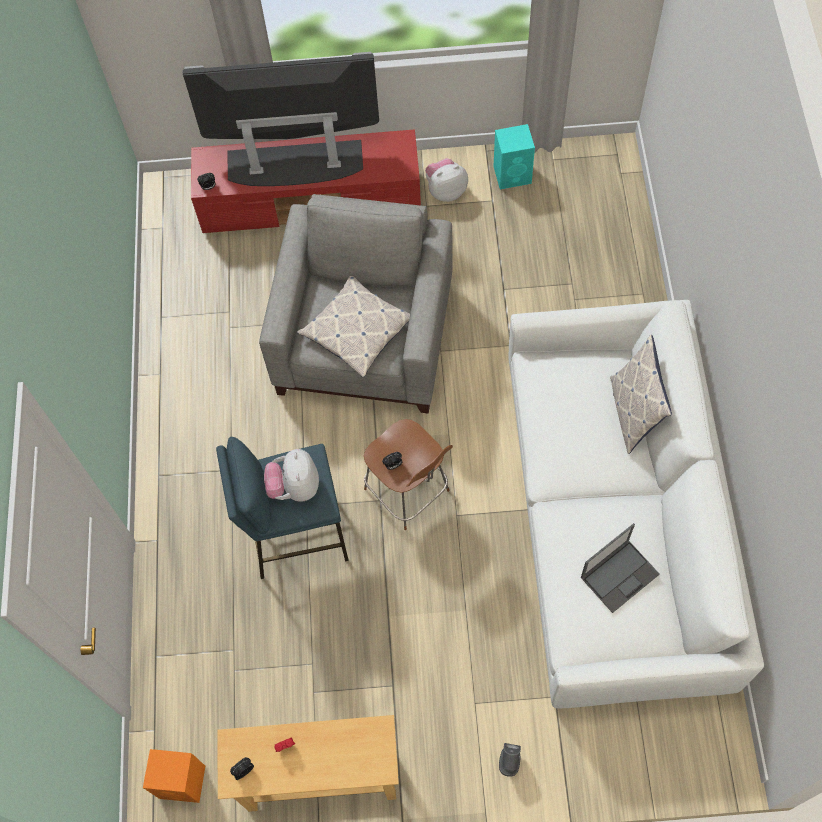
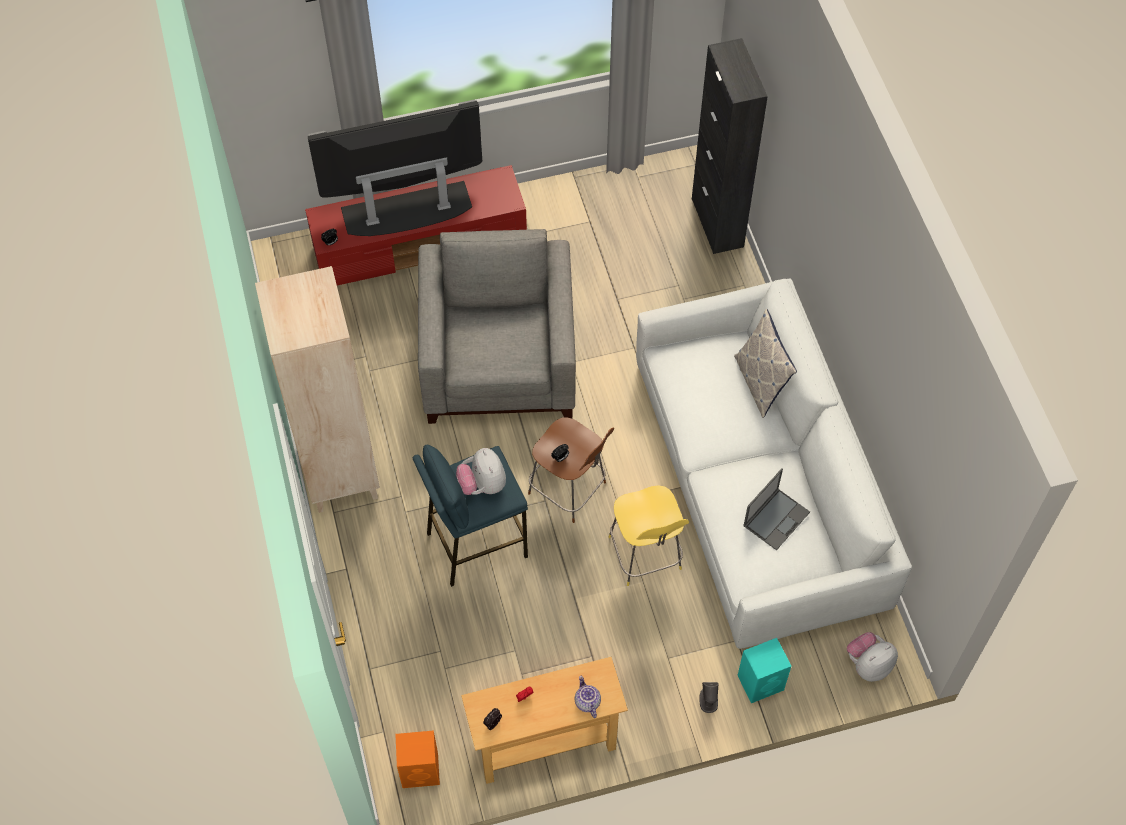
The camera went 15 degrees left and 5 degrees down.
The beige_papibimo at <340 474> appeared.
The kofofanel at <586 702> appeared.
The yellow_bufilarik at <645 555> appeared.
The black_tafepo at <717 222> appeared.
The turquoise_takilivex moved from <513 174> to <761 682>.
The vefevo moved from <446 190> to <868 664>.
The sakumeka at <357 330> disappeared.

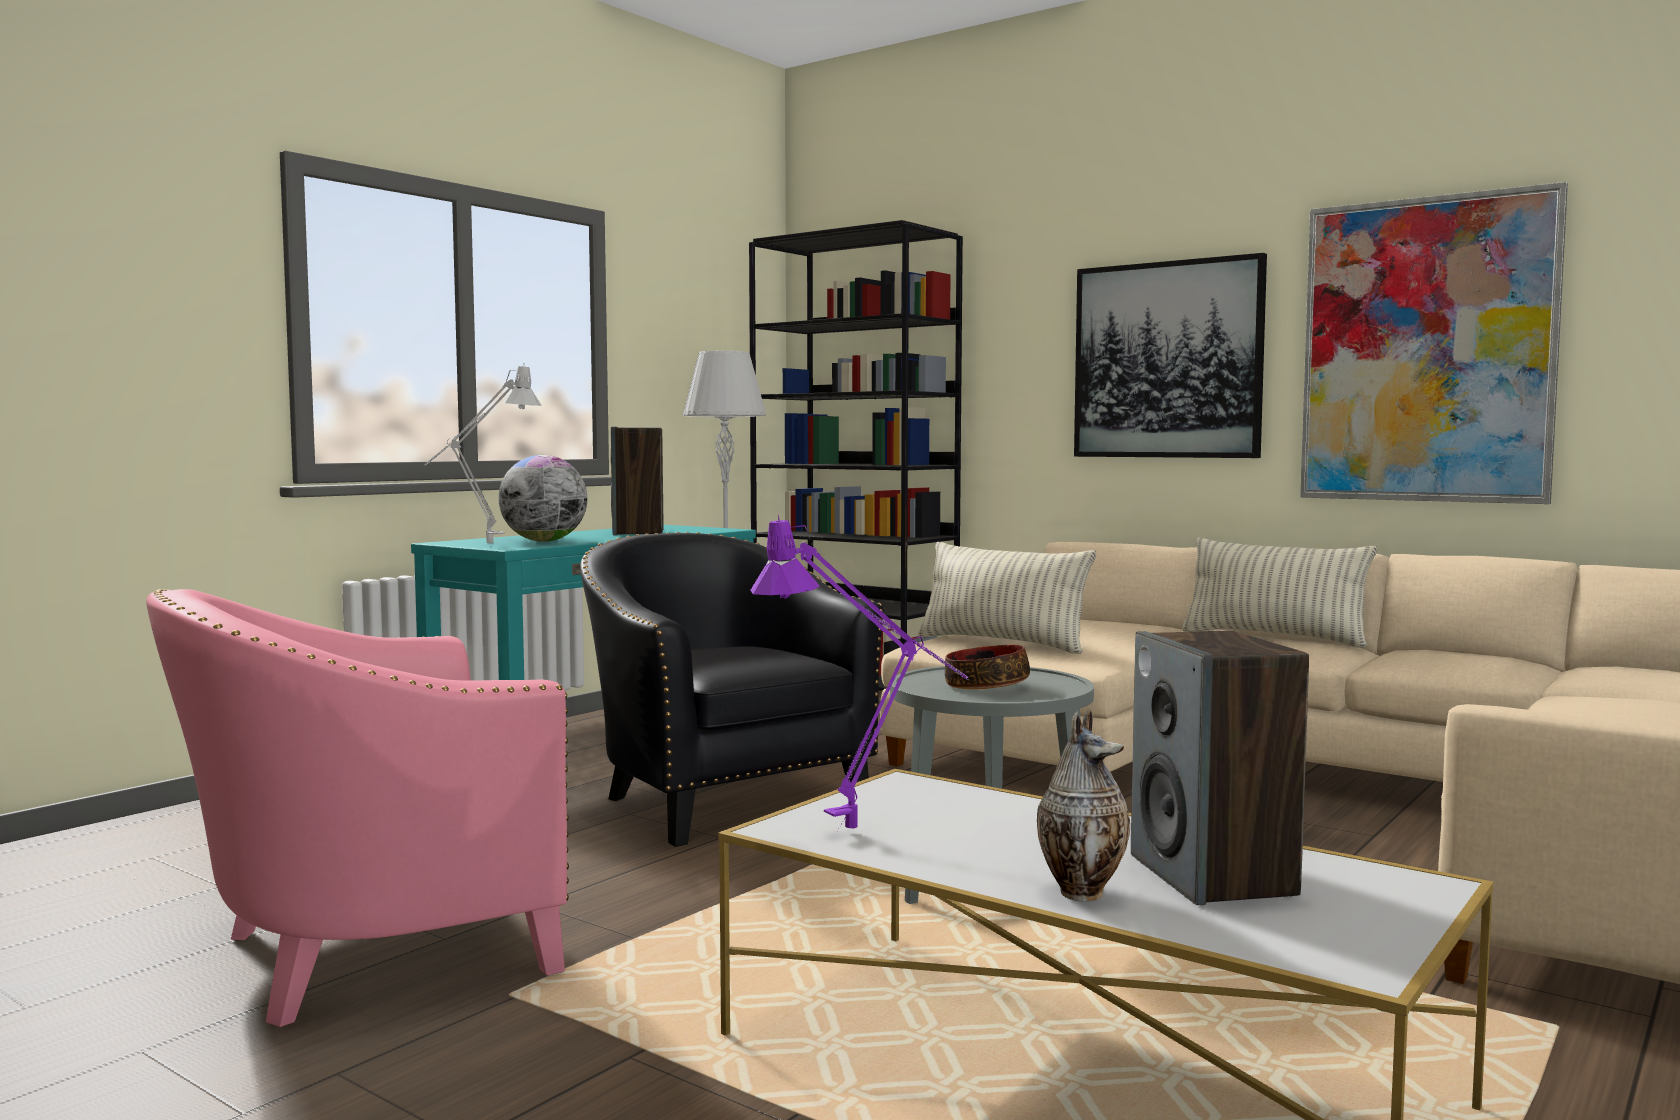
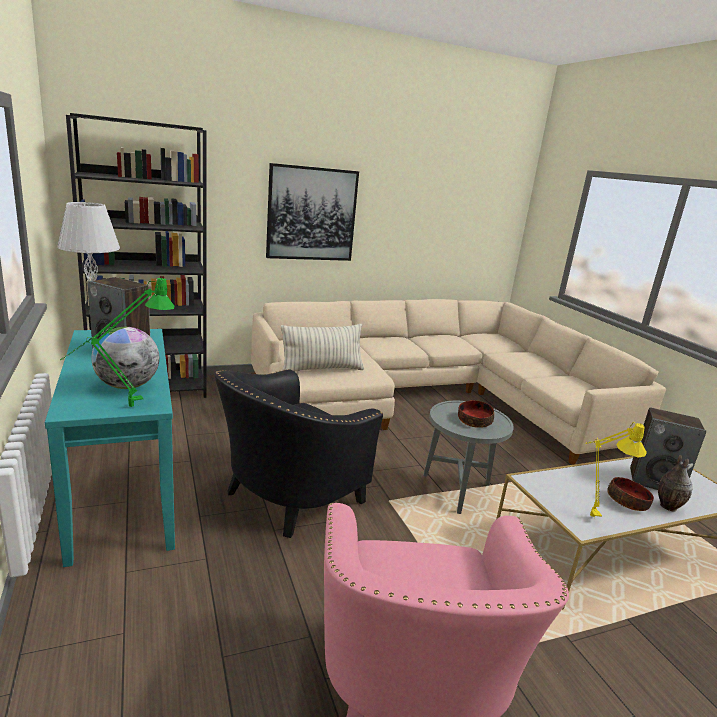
The camera went 60 degrees left and 15 degrees up.
The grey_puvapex at <481 546> became the green_puvapex at <124 409>.
The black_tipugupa at <721 801> turned 45 degrees counterclockwise.
The purple_puvapex at <865 829> became the yellow_puvapex at <589 513>.
The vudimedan at <627 502> appeared.
The sakumeka at <1274 638> disappeared.
The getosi at <1426 350> disappeared.

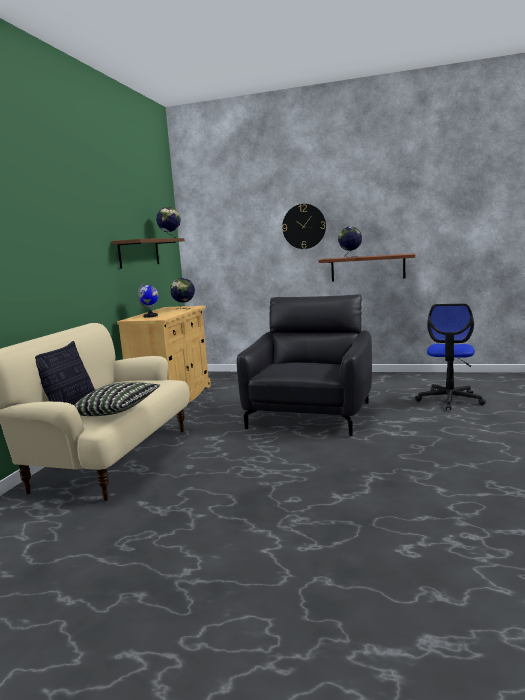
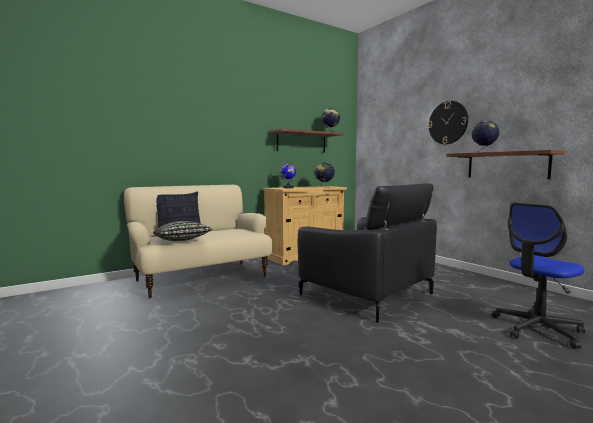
The camera went 40 degrees right and 5 degrees down.
The black_tipugupa at <309 415> turned 75 degrees clockwise.

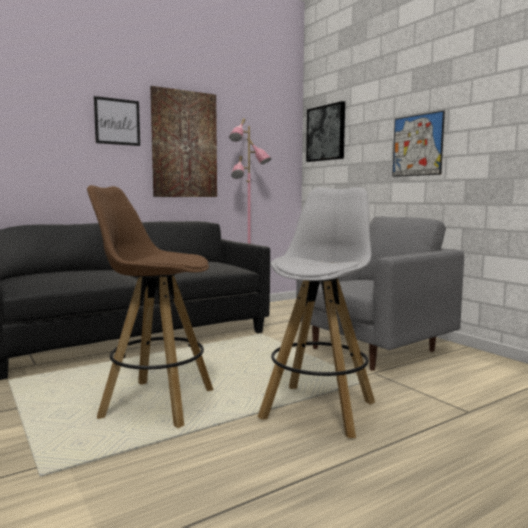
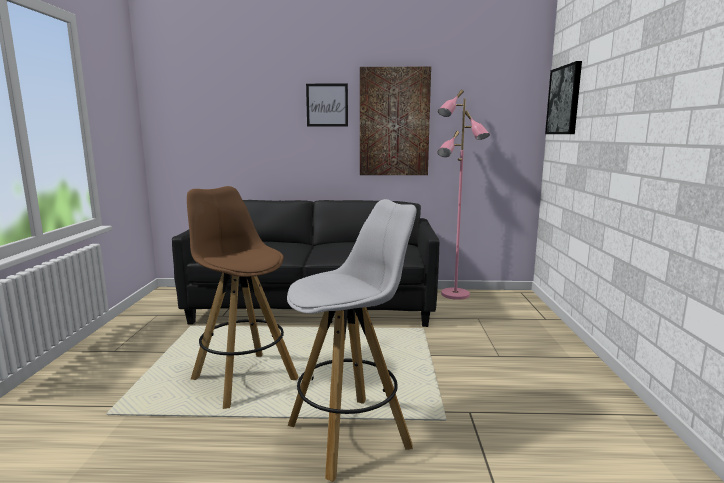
The camera went 35 degrees right and 5 degrees up.
The grey_tipugupa at <374 349> disappeared.
The getosi at <417 145> disappeared.

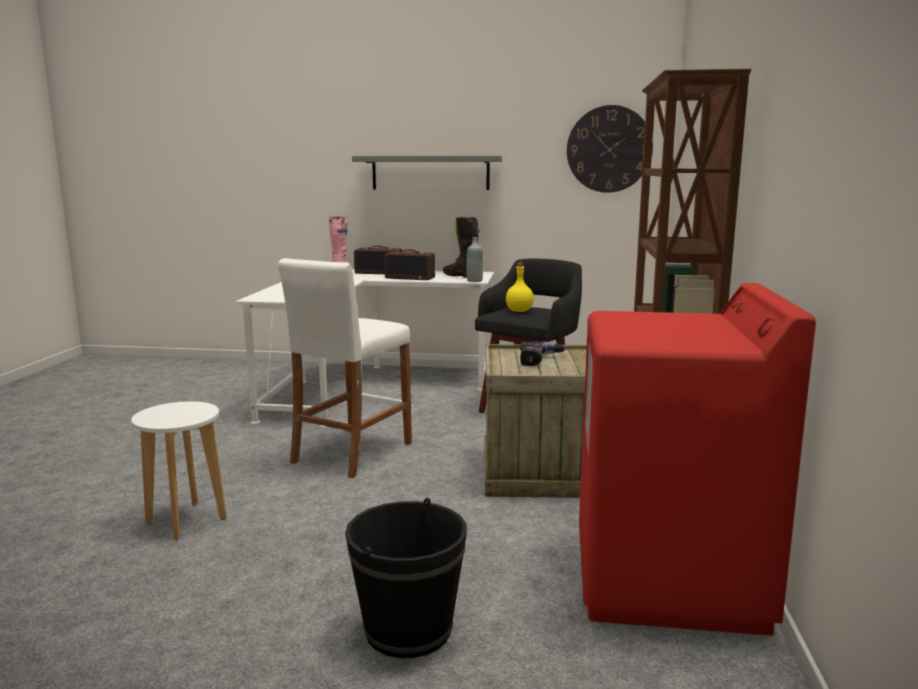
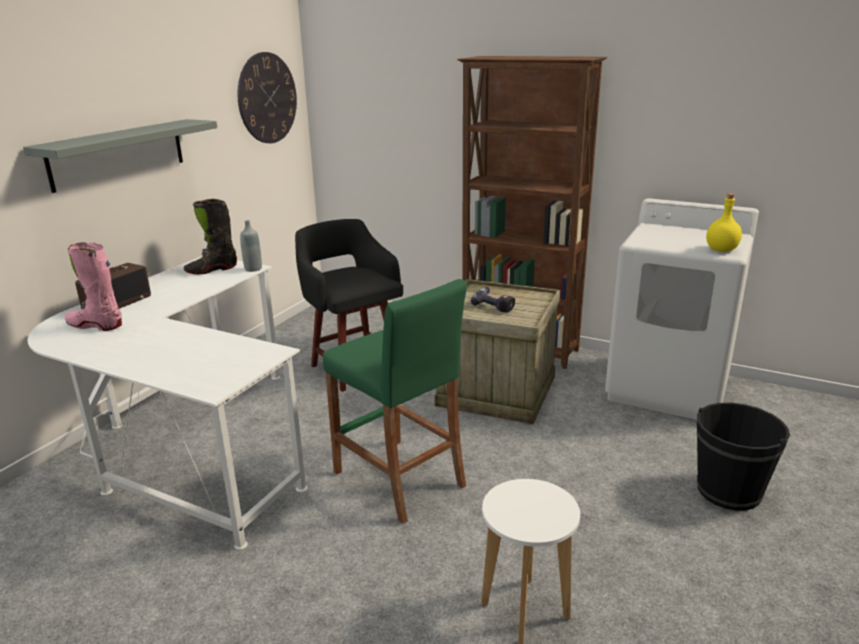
The camera went 70 degrees left and 10 degrees up.
The white_bufilarik at <351 453> became the green_bufilarik at <399 479>.
The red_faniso at <668 580> became the white_faniso at <668 387>.
The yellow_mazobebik moved from <518 311> to <721 250>.
The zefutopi at <410 278> disappeared.

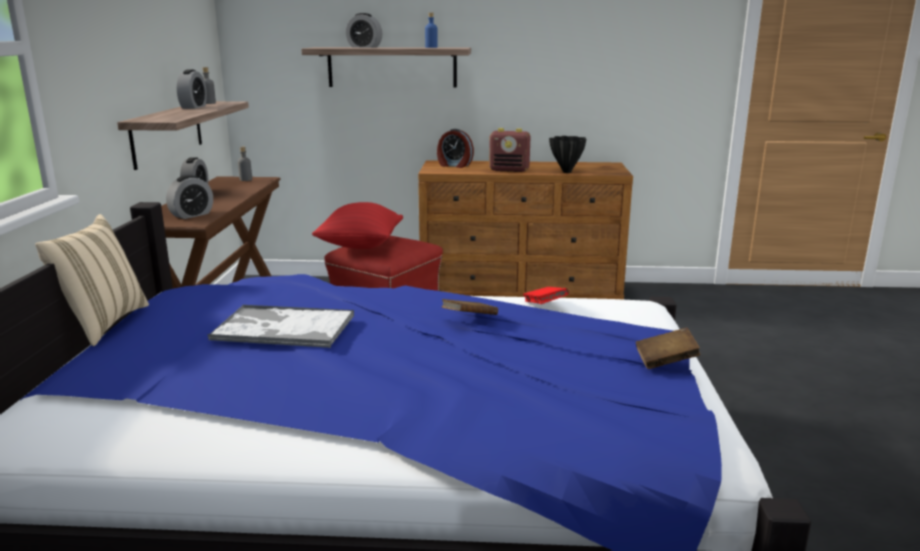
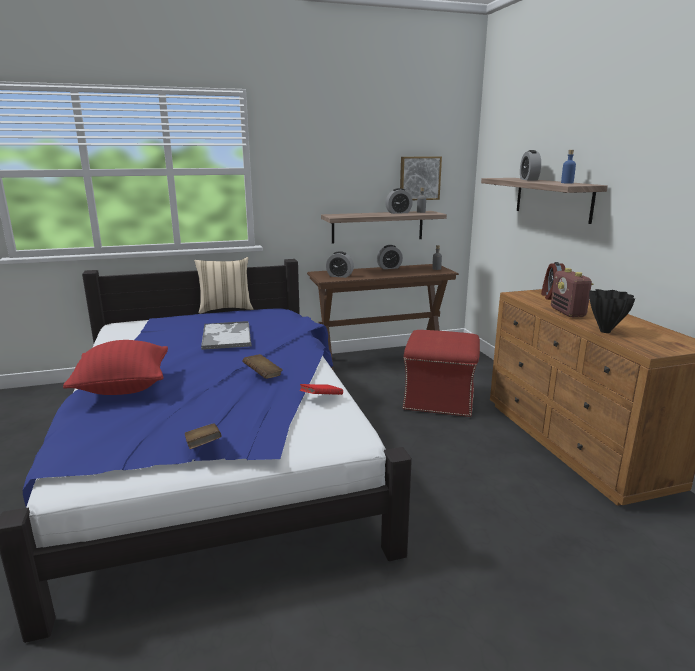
The camera went 70 degrees right and 0 degrees up.
The red_sakumeka moved from <360 246> to <123 388>.
The getosi at <419 178> appeared.

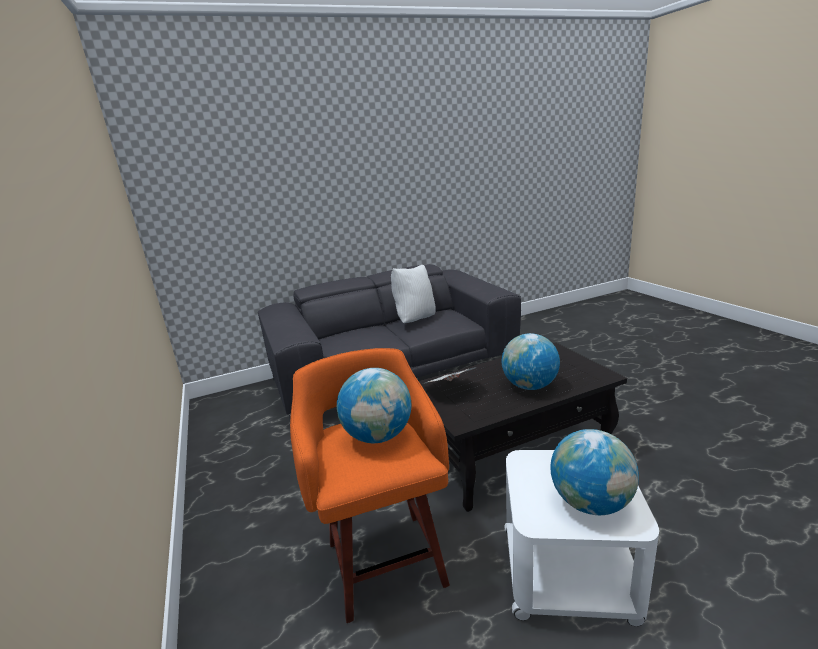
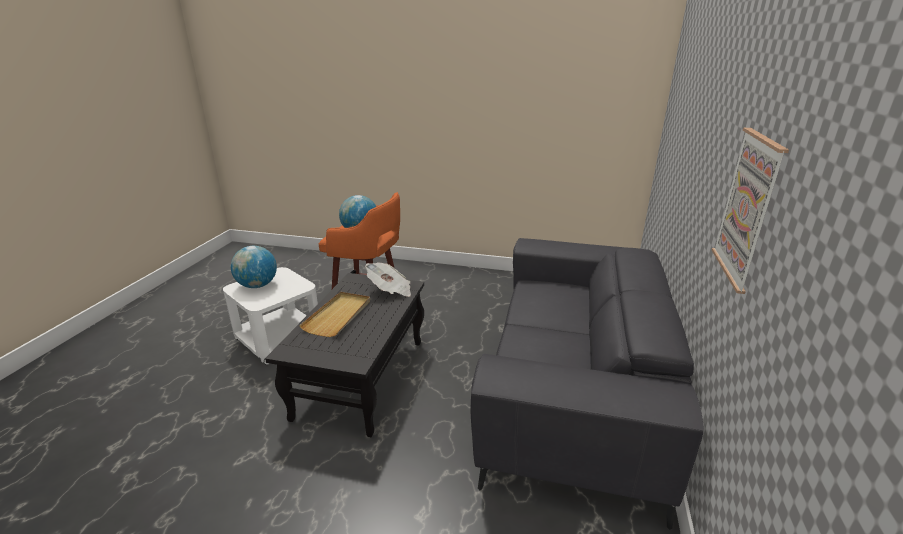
The camera went 125 degrees right and 5 degrees up.
The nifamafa at <529 386> was replaced by the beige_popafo at <338 316>.
The getosi at <748 208> appeared.
The white_sakumeka at <415 319> disappeared.

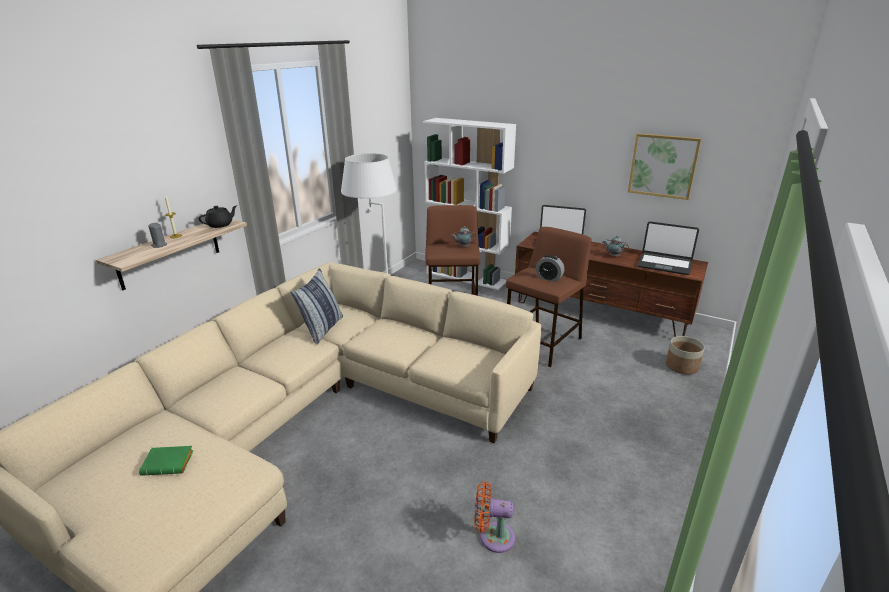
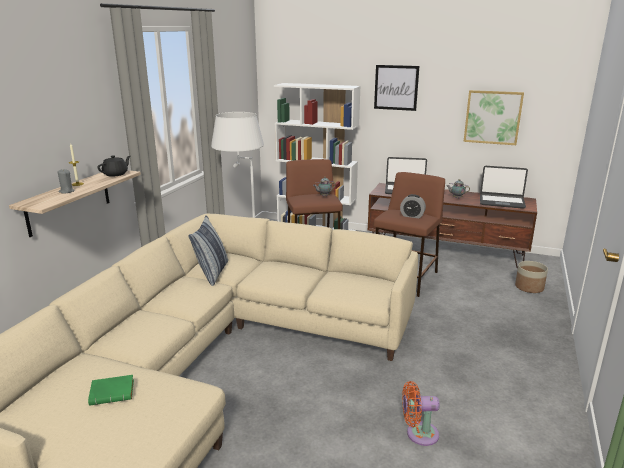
The camera went 10 degrees left and 5 degrees down.
The getosi at <396 87> appeared.

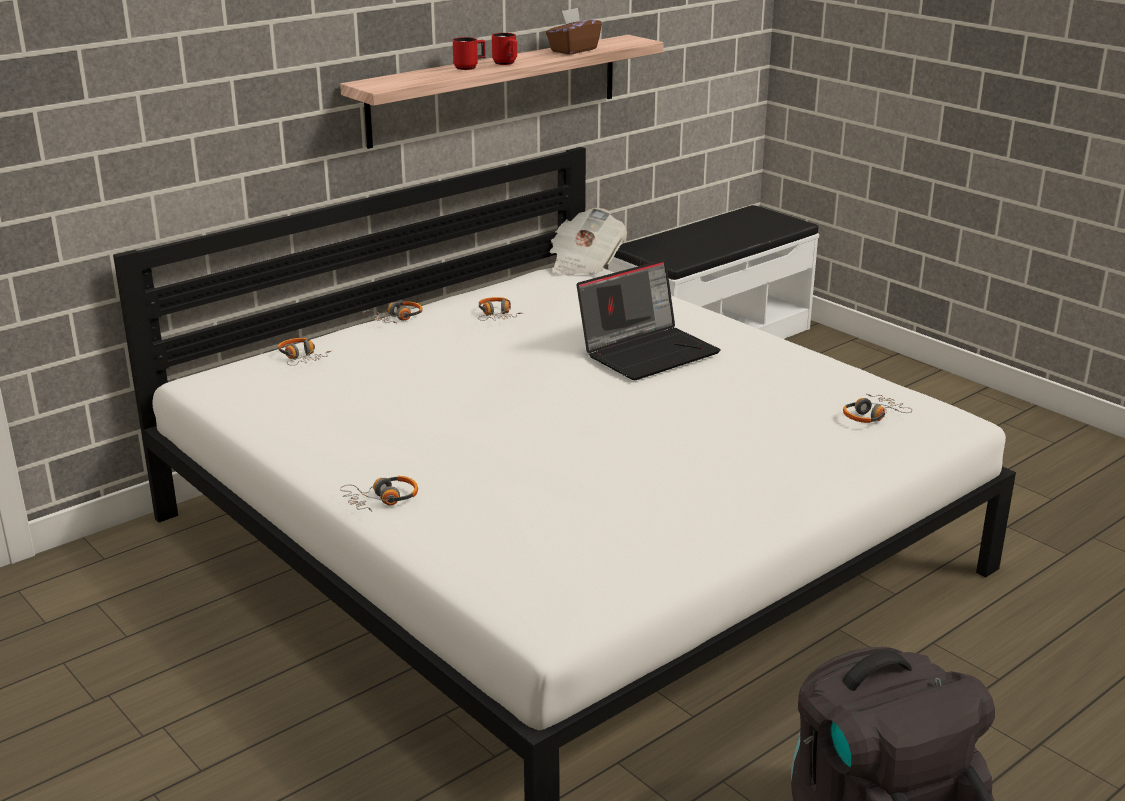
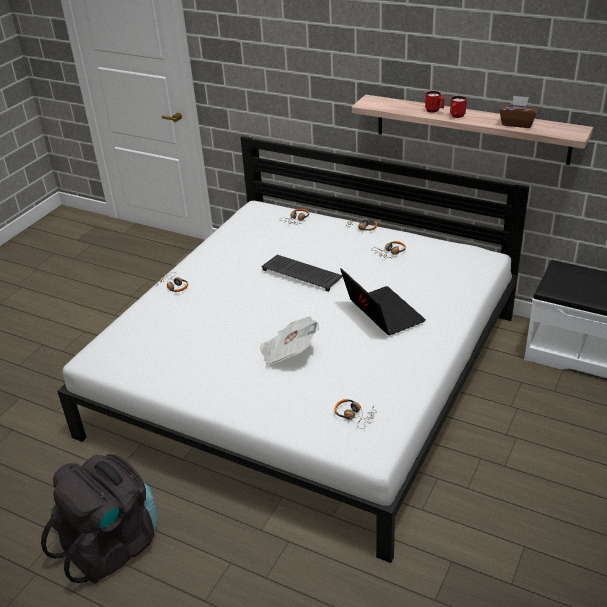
The camera went 70 degrees right and 10 degrees up.
The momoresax moved from <584 263> to <288 353>.
The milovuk at <303 273> appeared.
The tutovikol at <648 351> turned 150 degrees counterclockwise.

